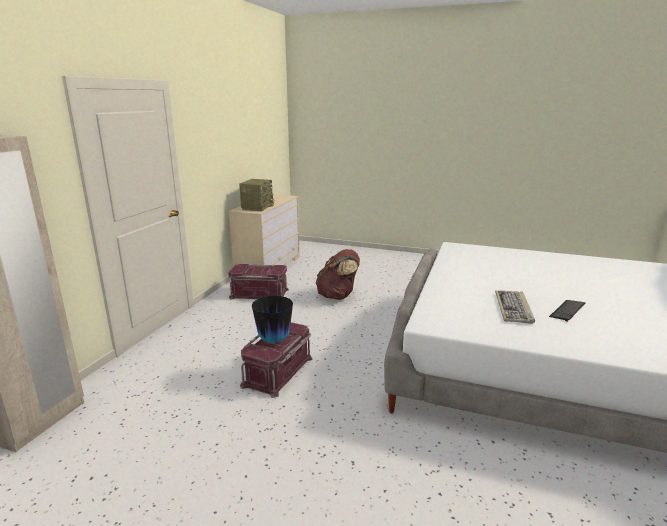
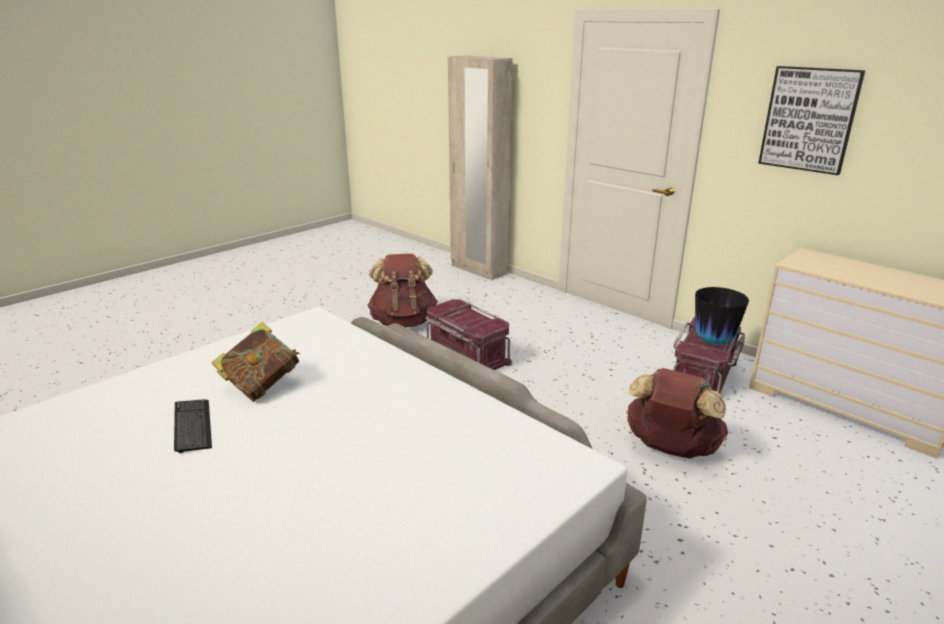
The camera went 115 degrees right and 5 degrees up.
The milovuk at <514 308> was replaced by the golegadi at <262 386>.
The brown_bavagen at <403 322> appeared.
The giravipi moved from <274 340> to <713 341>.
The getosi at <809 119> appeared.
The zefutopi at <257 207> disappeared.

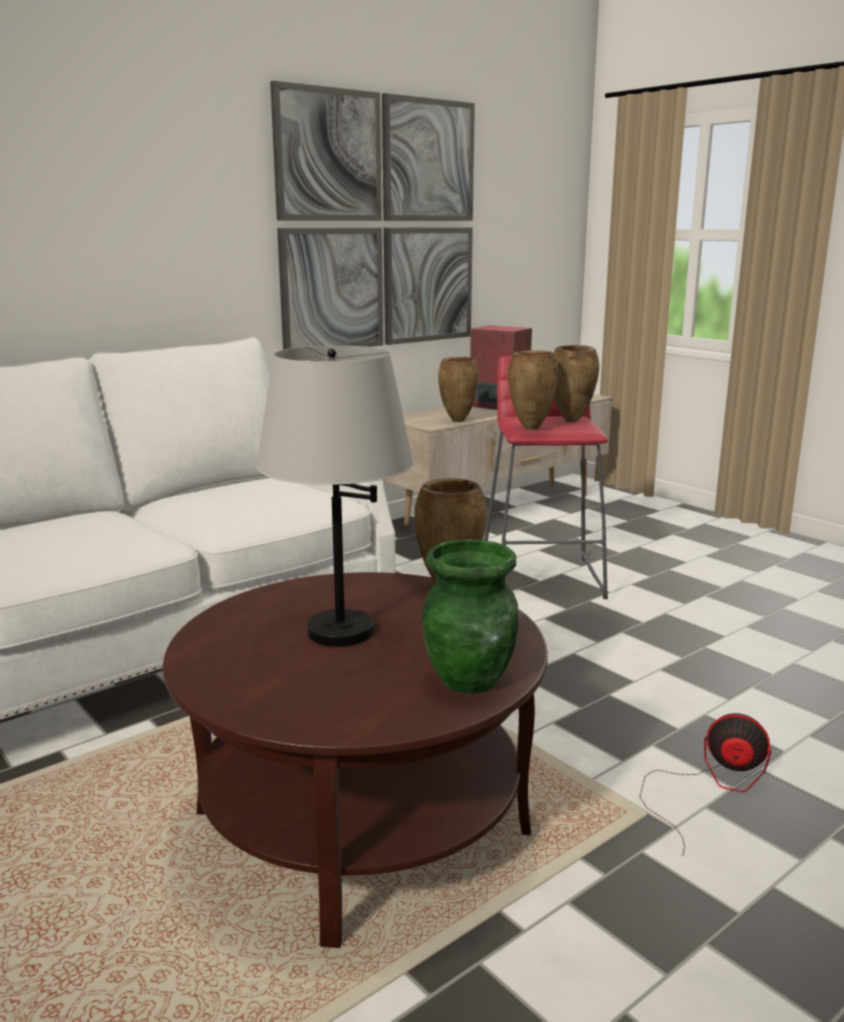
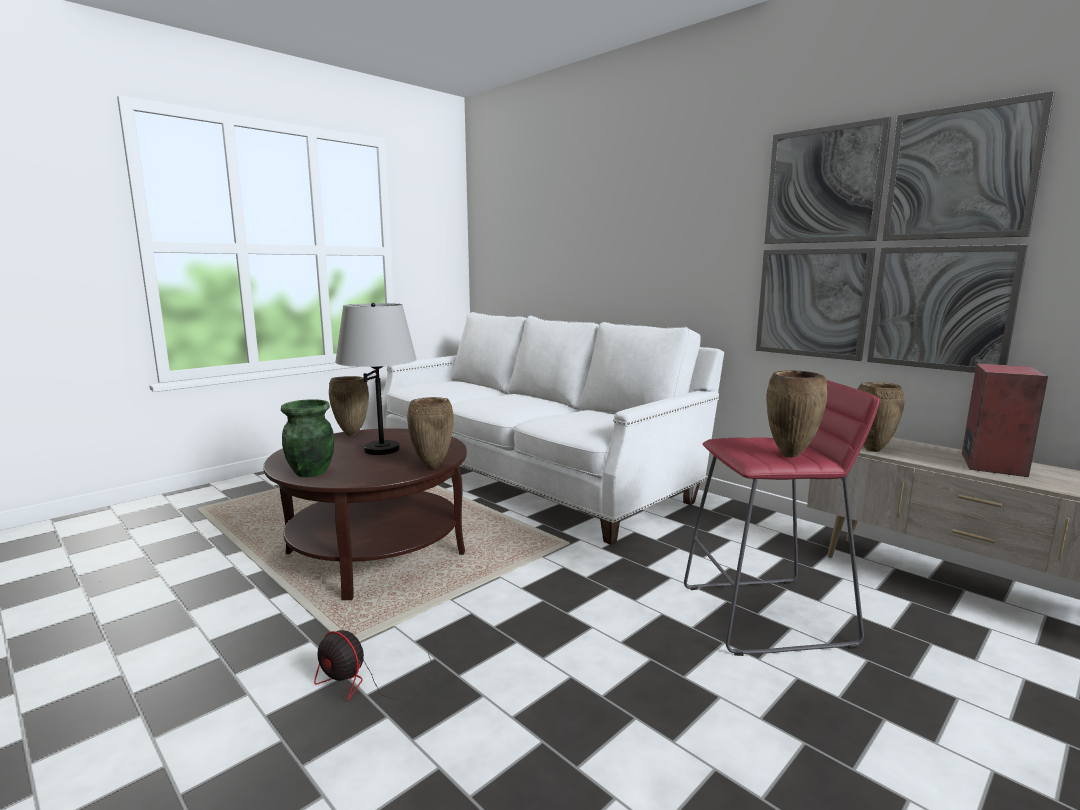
The camera went 85 degrees right and 5 degrees down.
The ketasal at <709 787> turned 105 degrees clockwise.
The brown_giravipi moved from <530 428> to <352 434>.

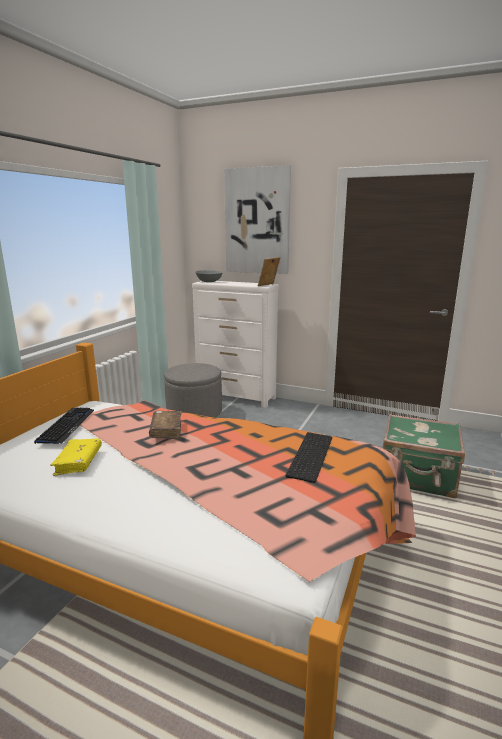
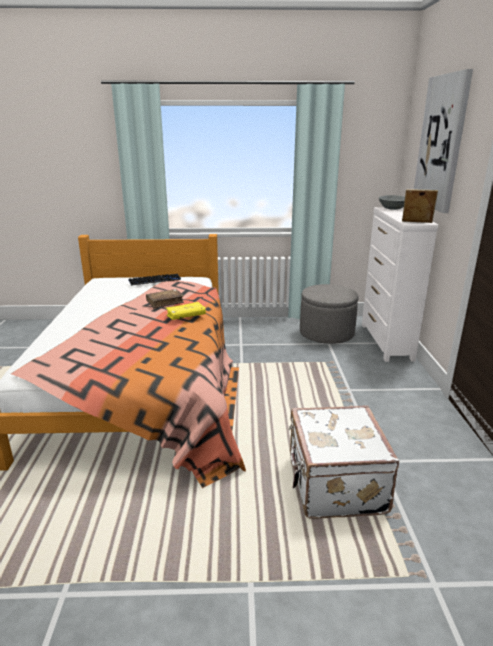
The camera went 65 degrees right and 5 degrees up.
The yellow_golegadi moved from <78 462> to <186 316>.
The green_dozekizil at <418 477> became the white_dozekizil at <334 485>.
The milovuk at <309 455> disappeared.

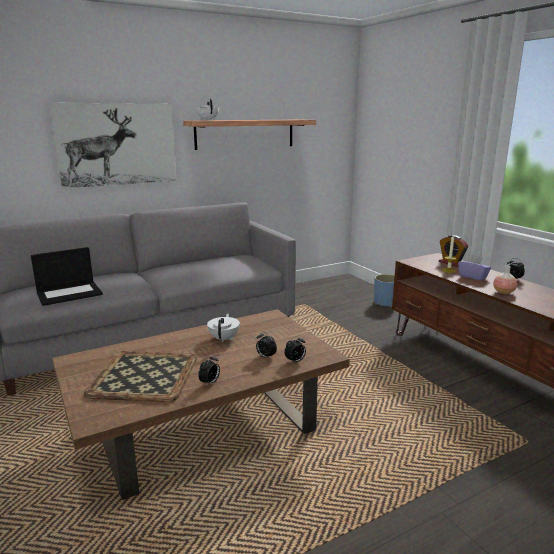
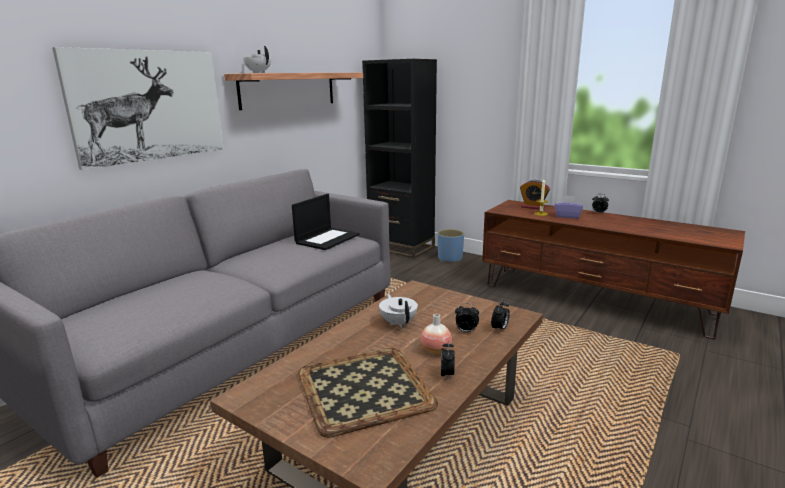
The camera went 25 degrees left and 0 degrees up.
The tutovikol moved from <70 293> to <327 239>.
The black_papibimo at <401 247> appeared.
The giravipi moved from <503 292> to <436 350>.

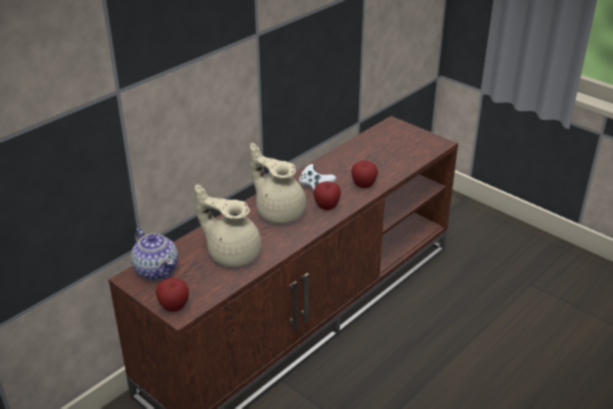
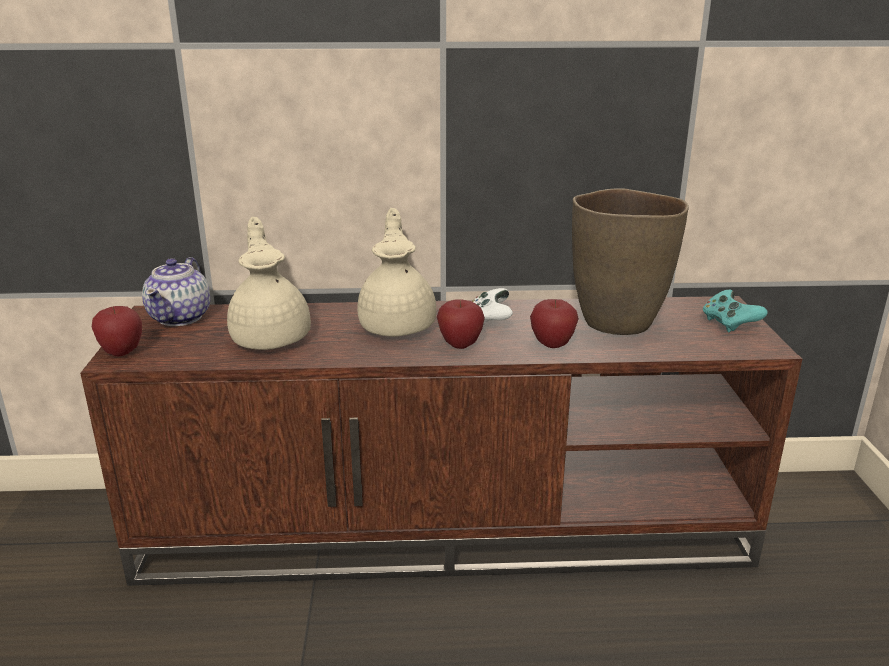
The camera went 45 degrees right and 10 degrees down.
The brown_giravipi at <616 322> appeared.
The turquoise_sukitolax at <729 324> appeared.

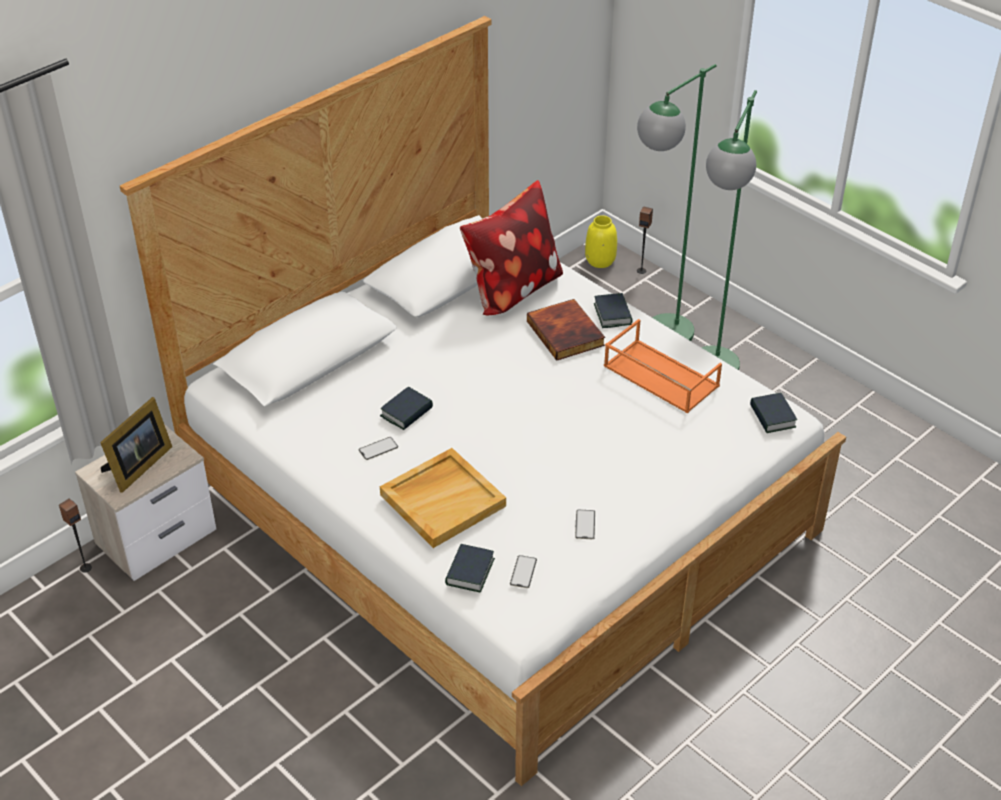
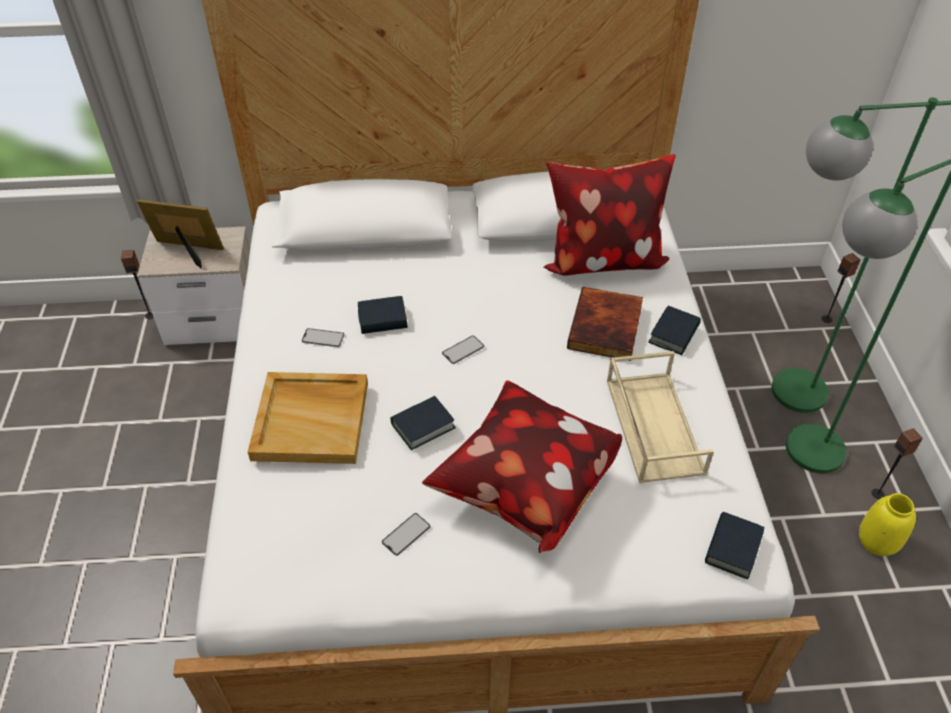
The camera went 40 degrees right and 5 degrees up.
The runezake at <137 467> turned 150 degrees counterclockwise.
The golegadi moved from <469 572> to <422 426>.
The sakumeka at <523 488> appeared.
The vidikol moved from <523 572> to <463 350>.
The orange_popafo at <659 376> became the beige_popafo at <652 425>.
The yellow_giravipi moved from <600 261> to <878 542>.
The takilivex at <878 494> appeared.

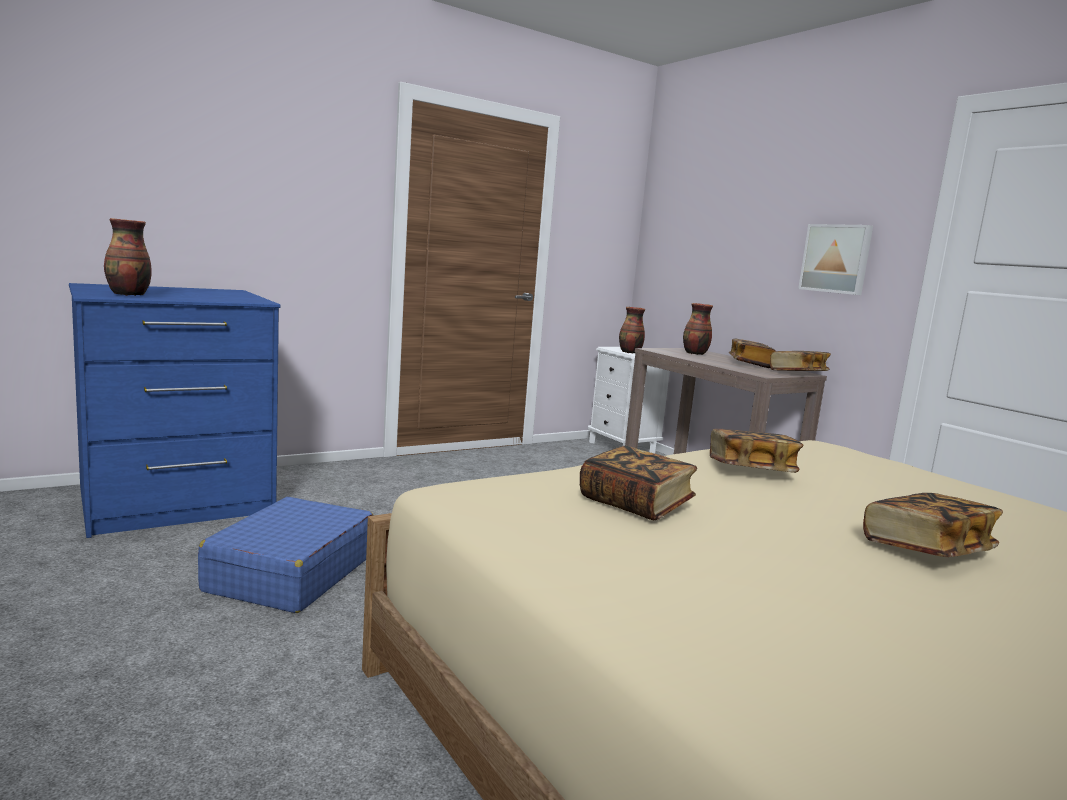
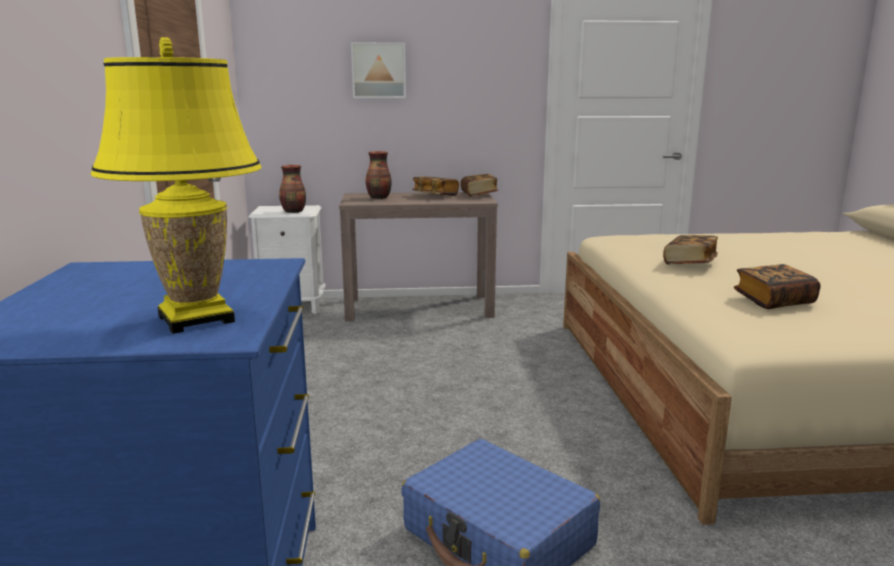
The camera went 60 degrees left and 5 degrees up.
The giravipi at <128 294> was replaced by the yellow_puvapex at <196 319>.
The getosi moved from <836 259> to <378 70>.
The golegadi at <926 549> disappeared.

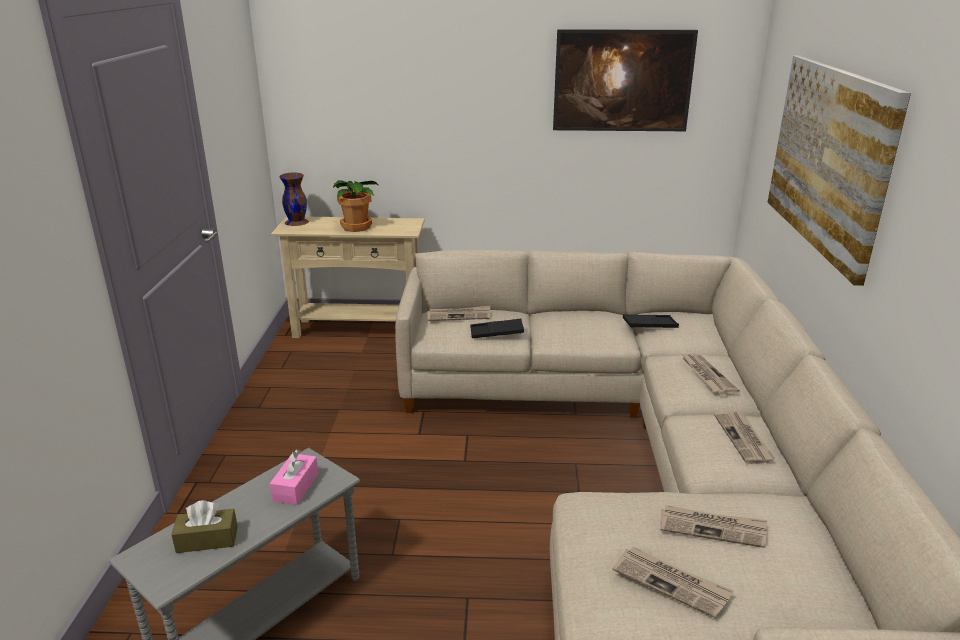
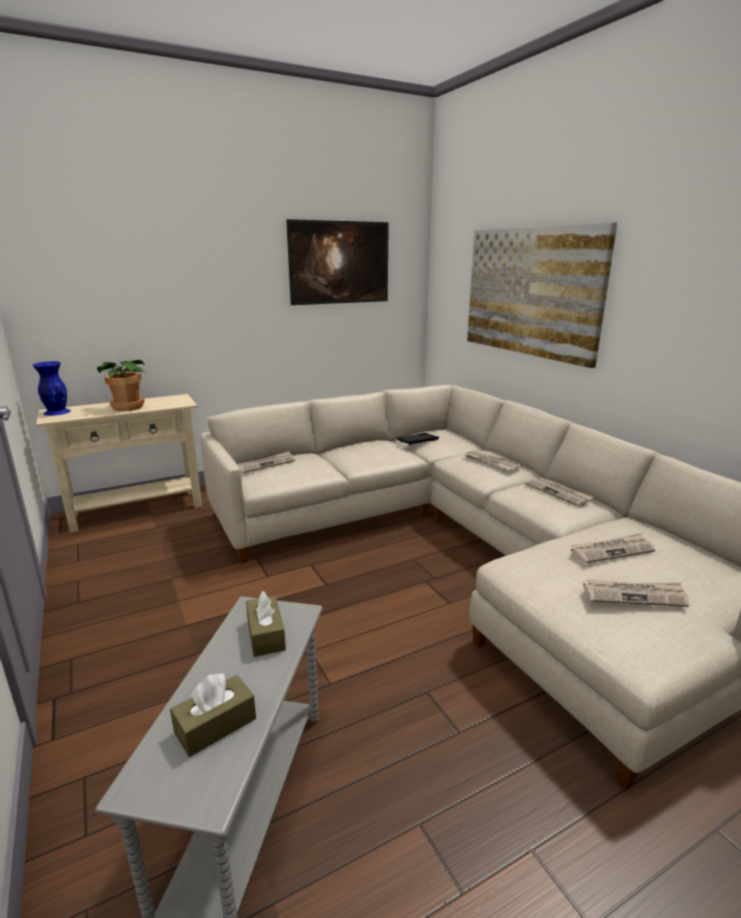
The camera went 30 degrees left and 5 degrees down.
The brown_giravipi at <296 222> became the blue_giravipi at <56 412>.
The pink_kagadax at <296 487> became the brown_kagadax at <266 635>.
The black_popafo at <496 332> disappeared.

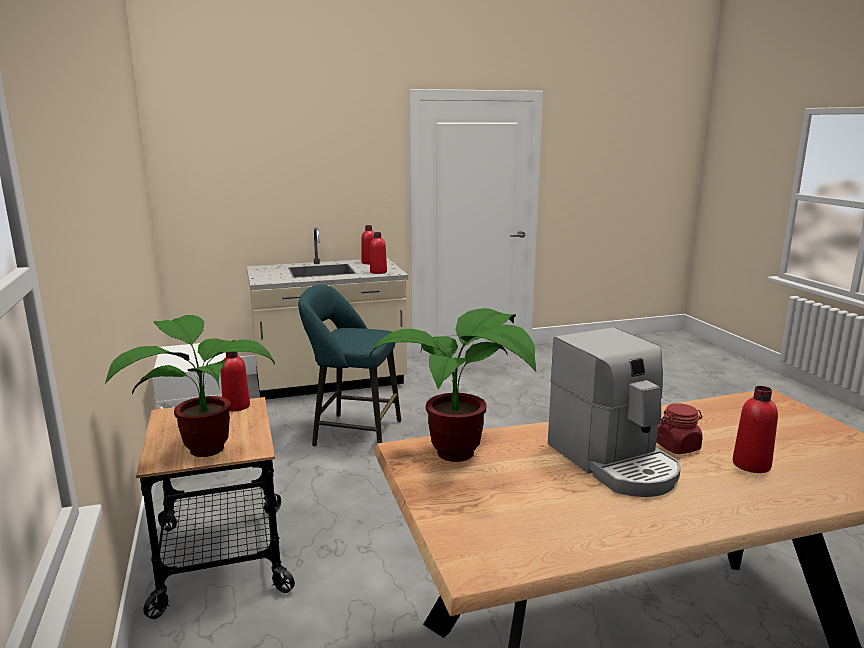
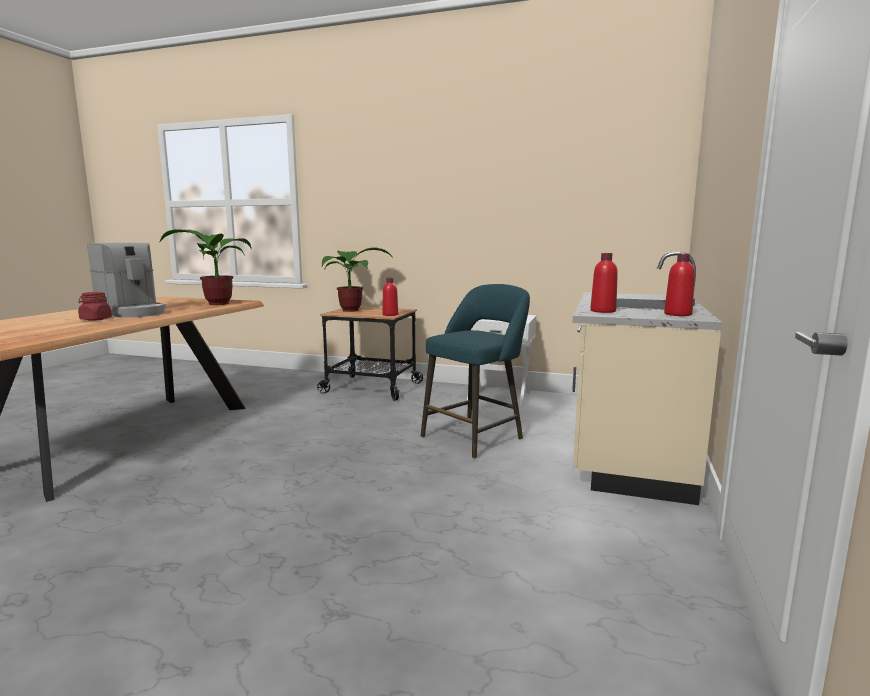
The camera went 125 degrees right and 5 degrees down.
The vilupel at <614 462> turned 150 degrees counterclockwise.
The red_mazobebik at <751 465> disappeared.

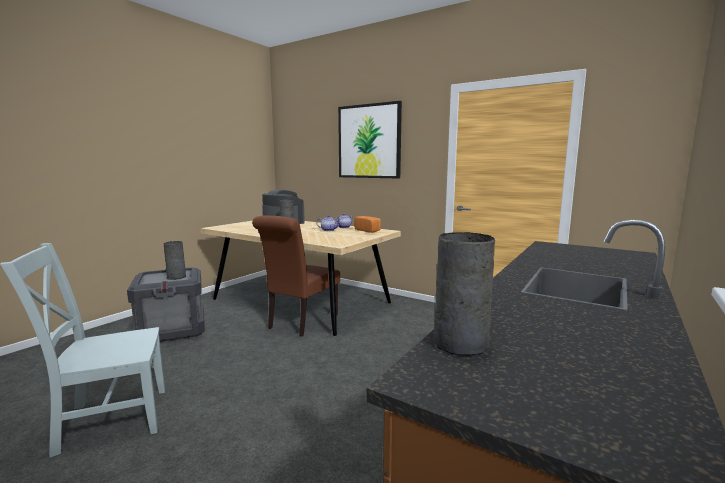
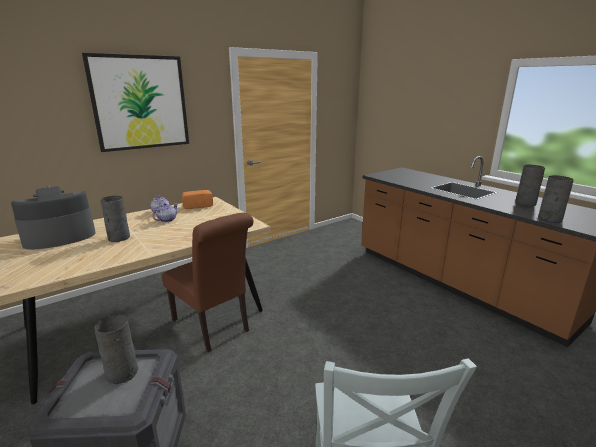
The camera went 70 degrees left and 10 degrees up.
The grey_giravipi at <524 203> appeared.

